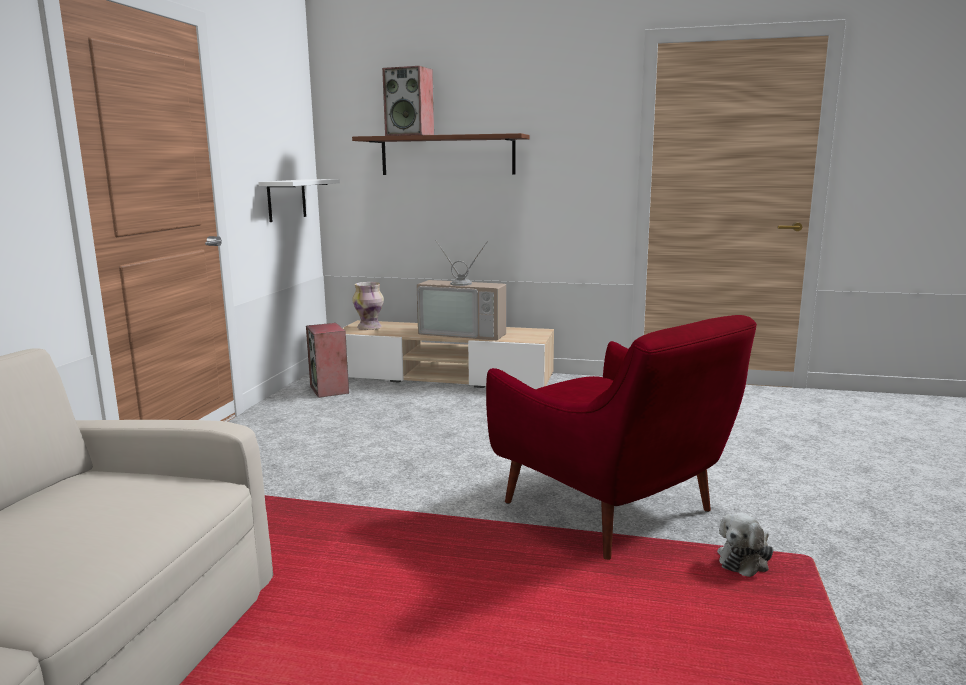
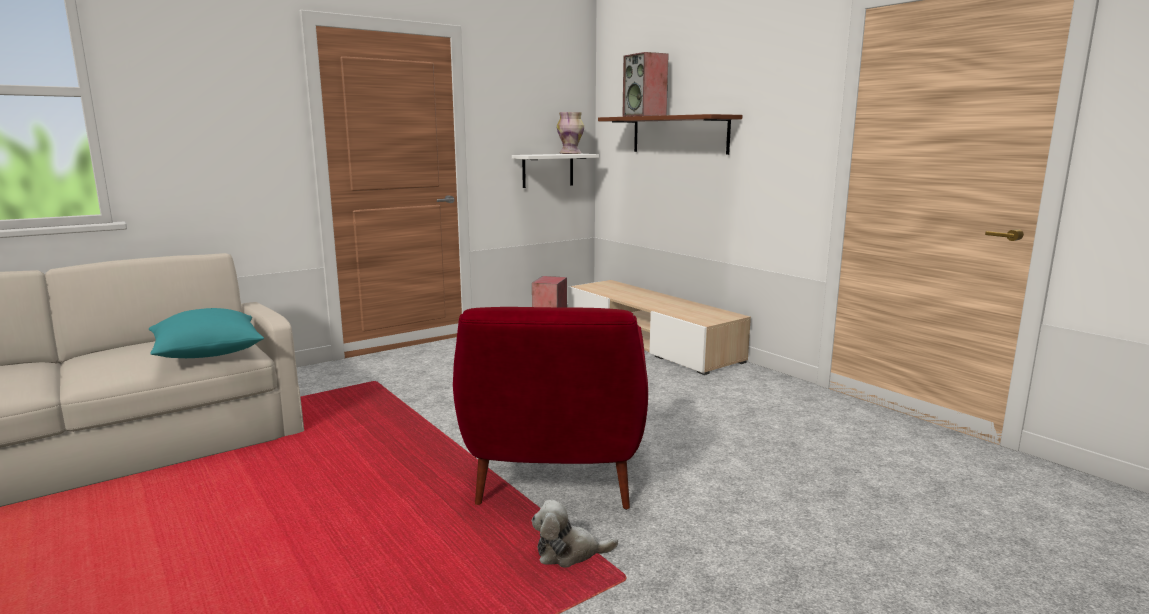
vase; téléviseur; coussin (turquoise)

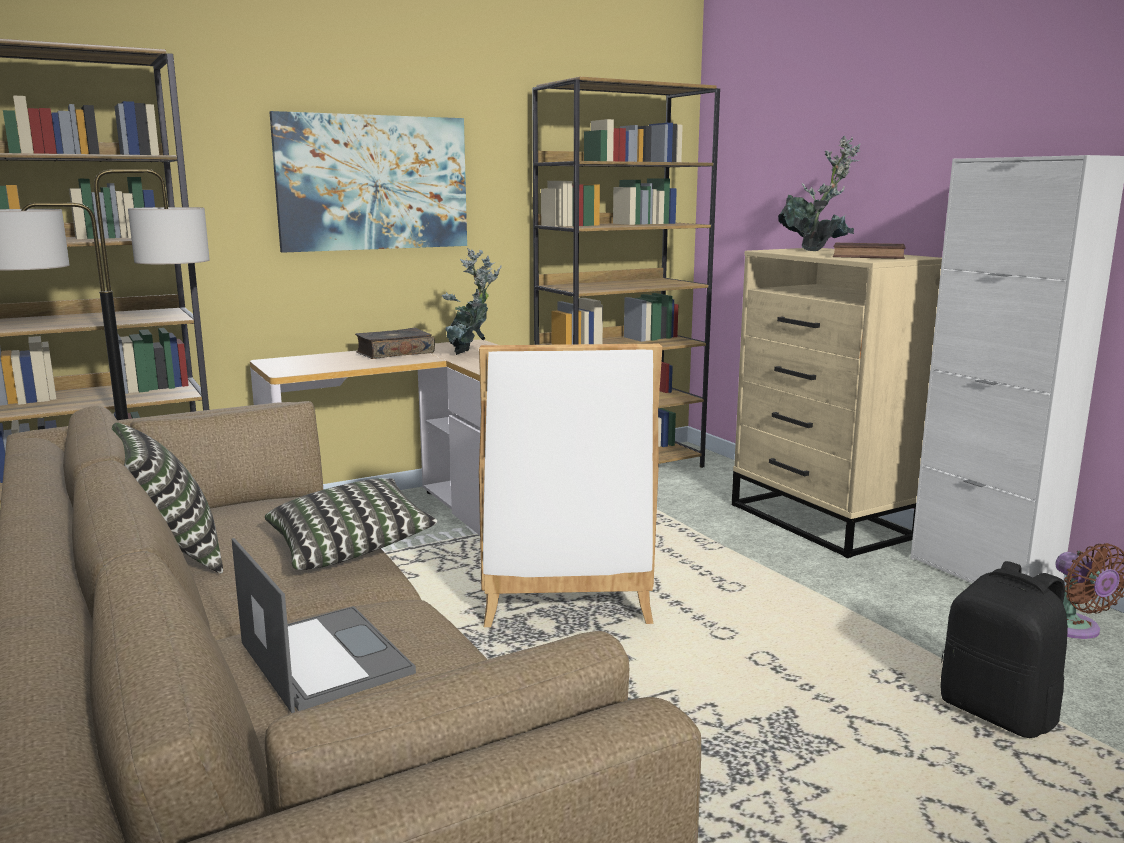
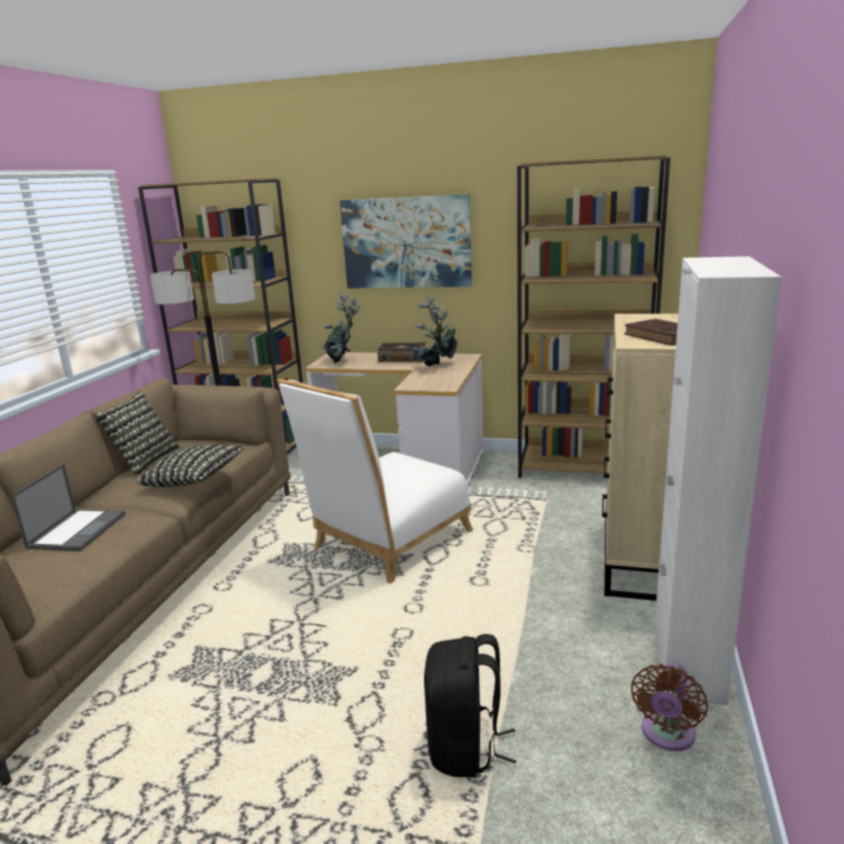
plante en pot (no. 1 from left)

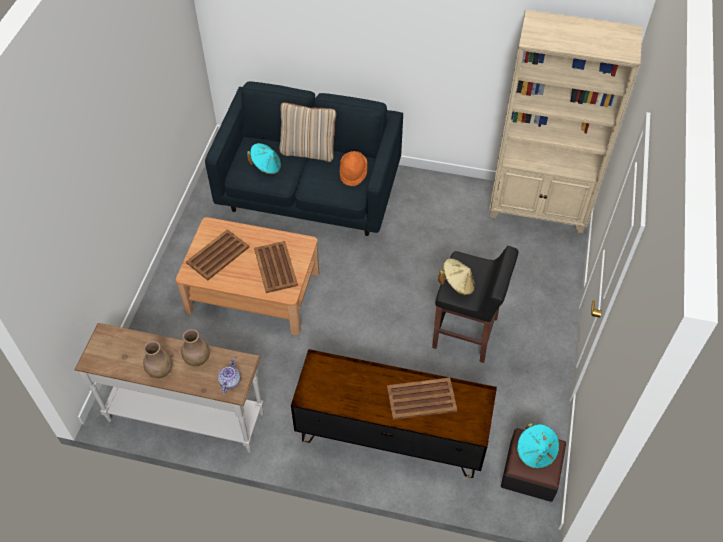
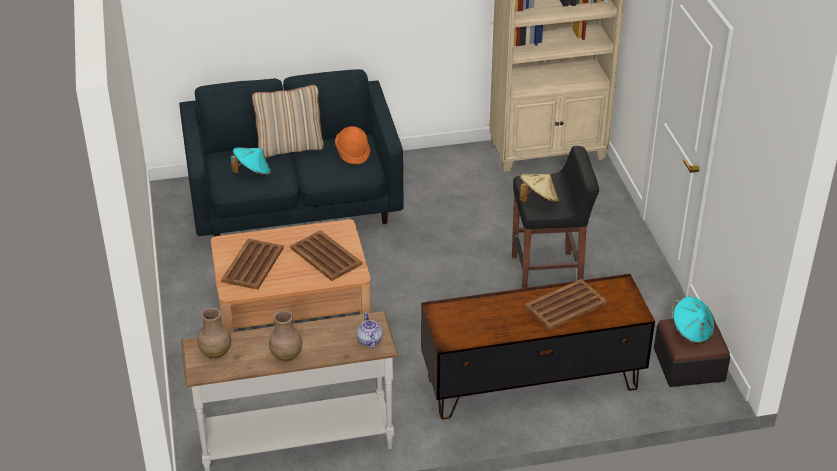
vase (marron) (no. 1 from left)

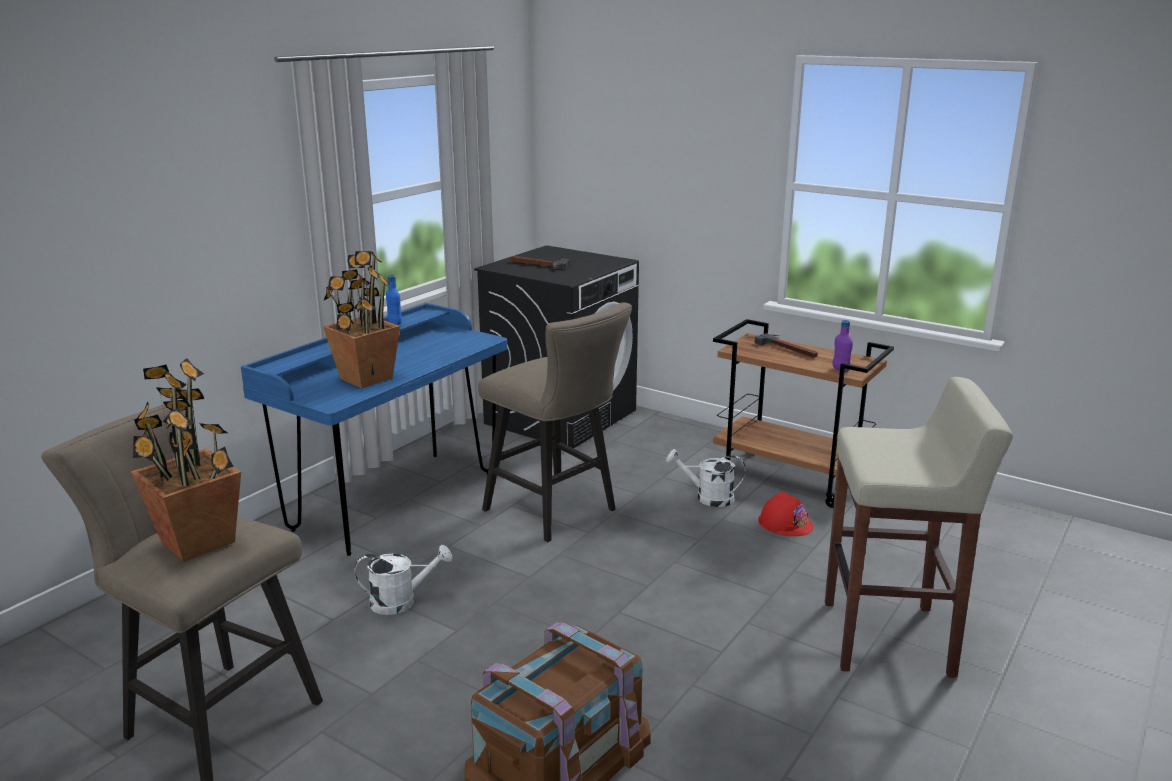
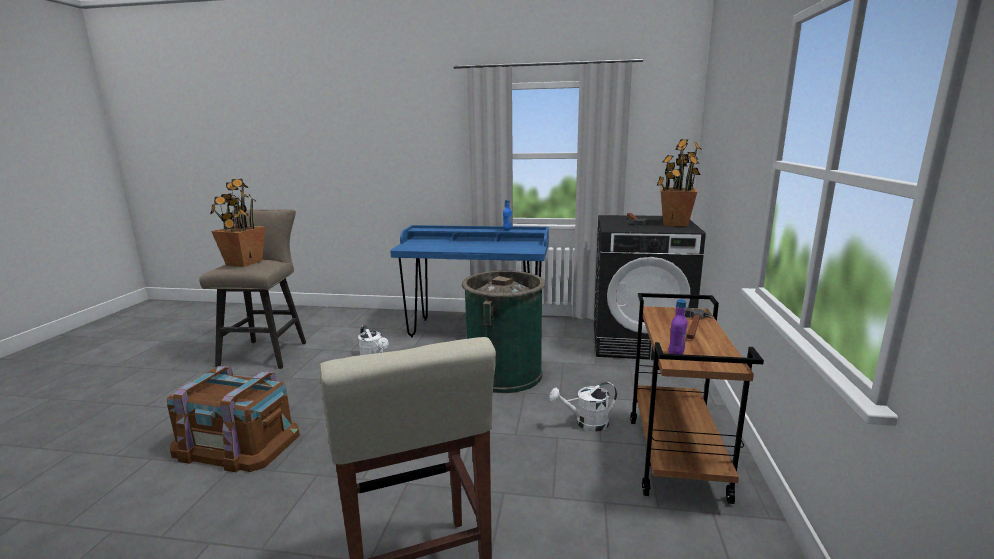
plante en pot (no. 2 from left); poubelle (vert); arrosoir (blanc) (no. 2 from left); casque de chantier (rouge)

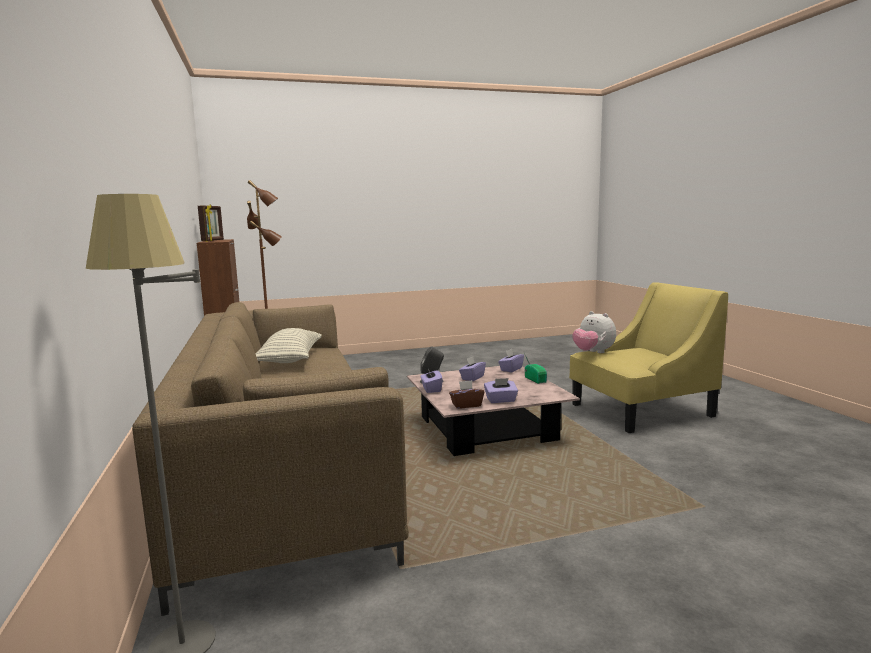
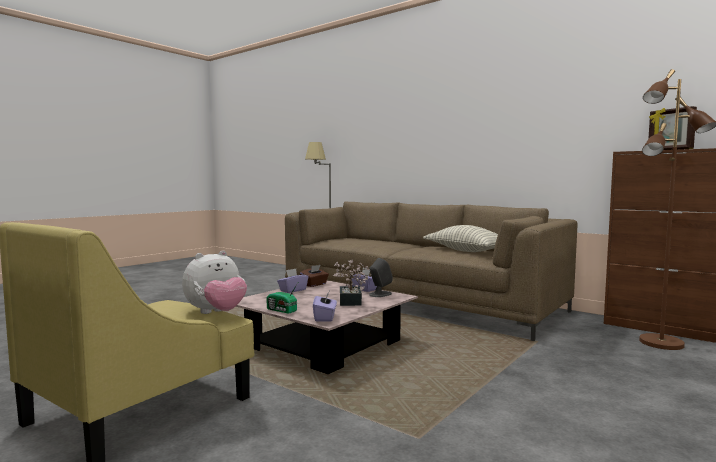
plante en pot; peluche

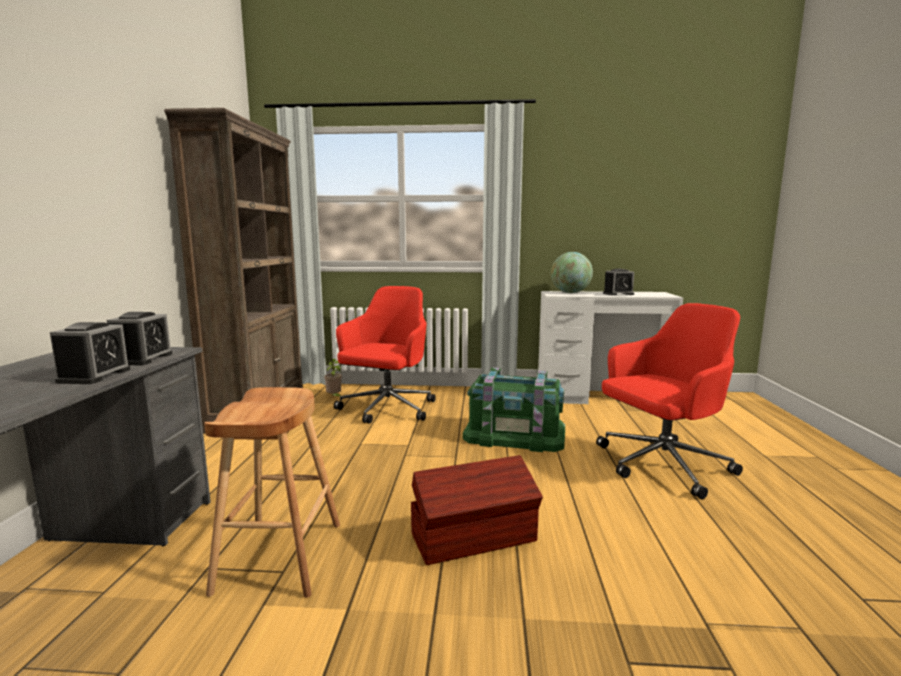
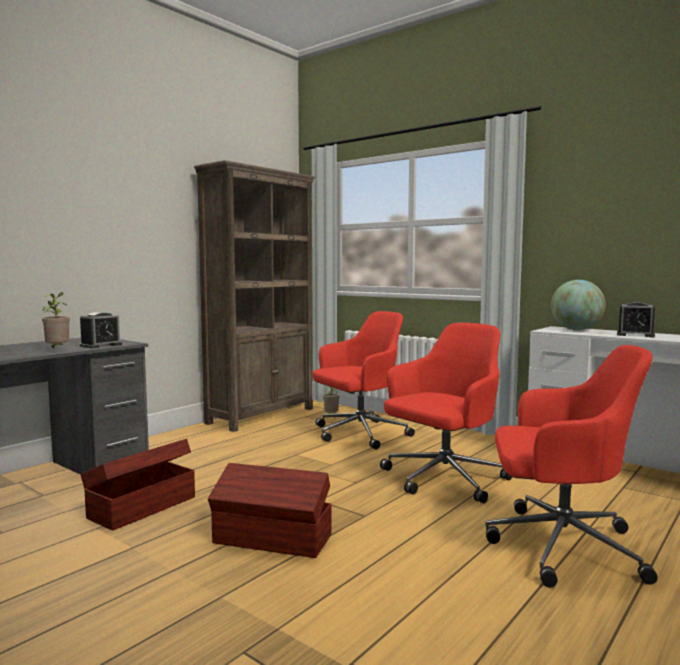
plante en pot (no. 1 from left); boîte de rangement (marron) (no. 1 from left); chaise de bureau (rouge) (no. 2 from left)

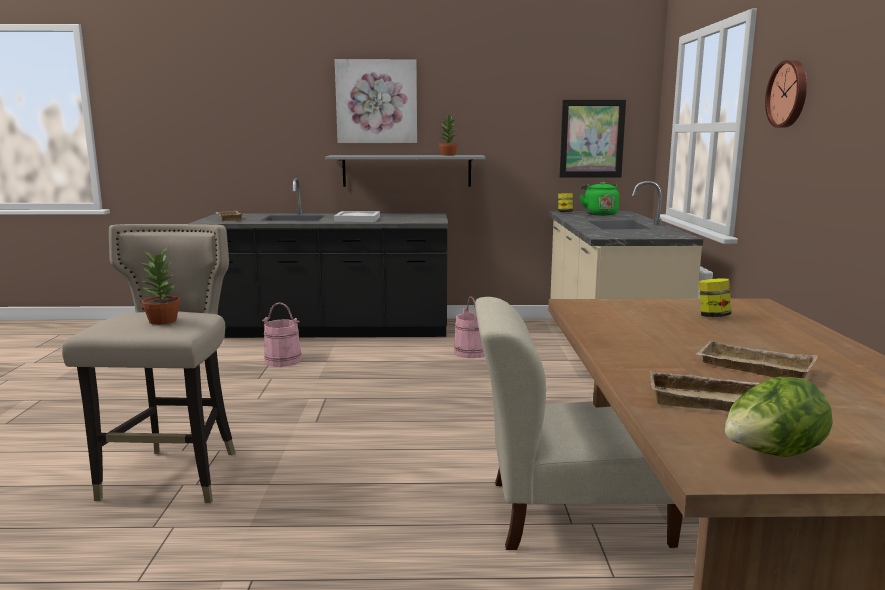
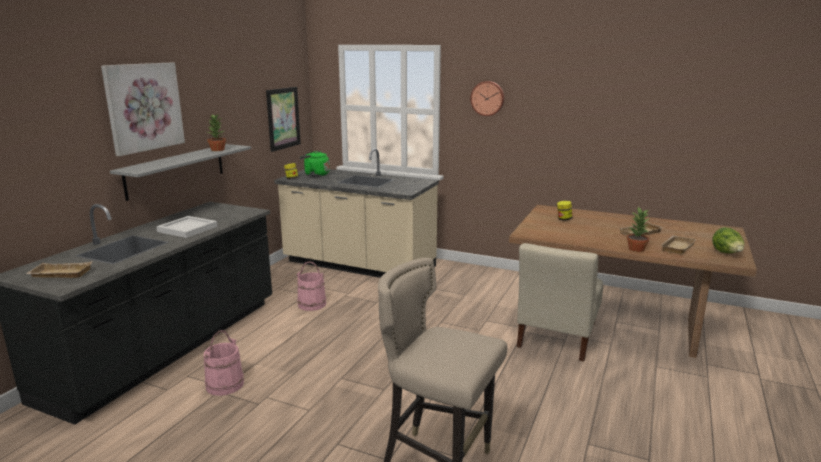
plante en pot (no. 2 from left)

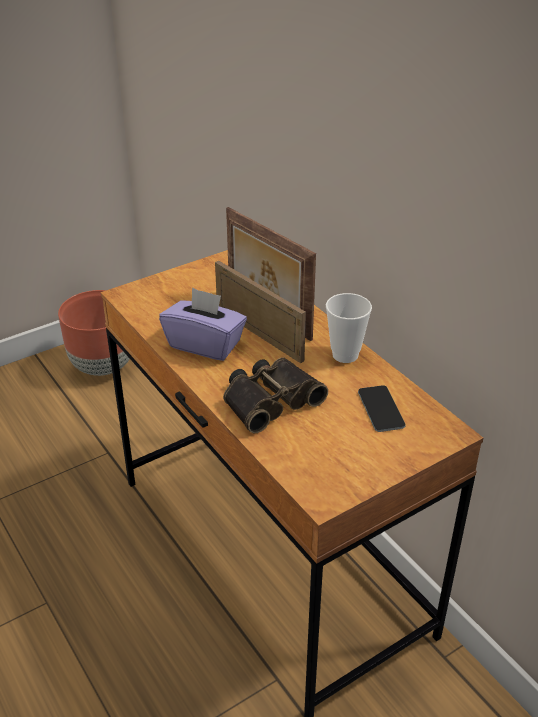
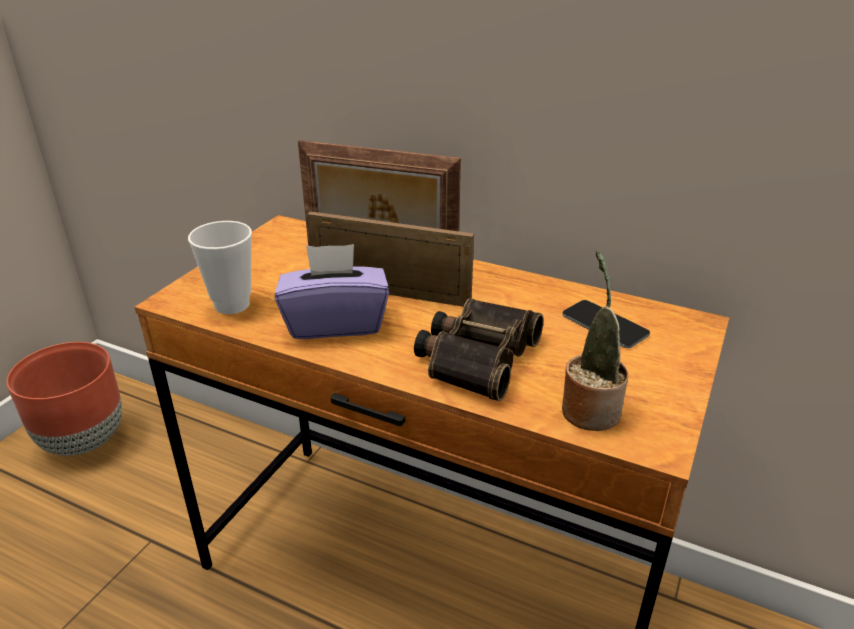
tasse; plante en pot

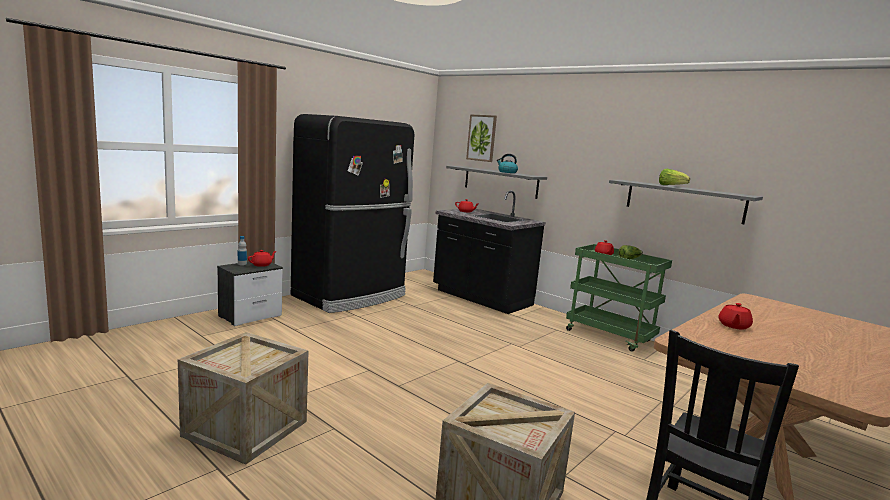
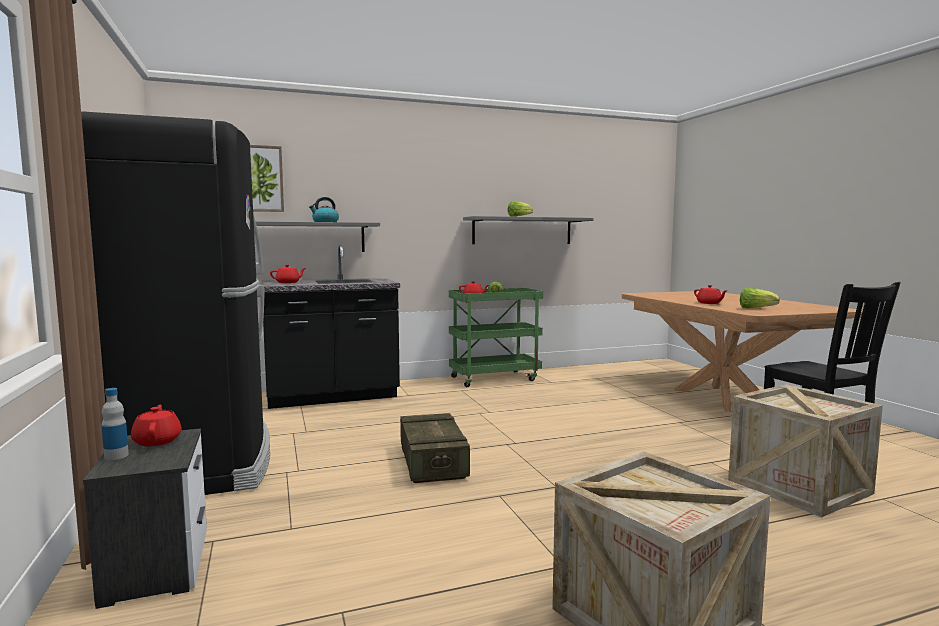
caisse (no. 1 from left); laitue (no. 3 from left)

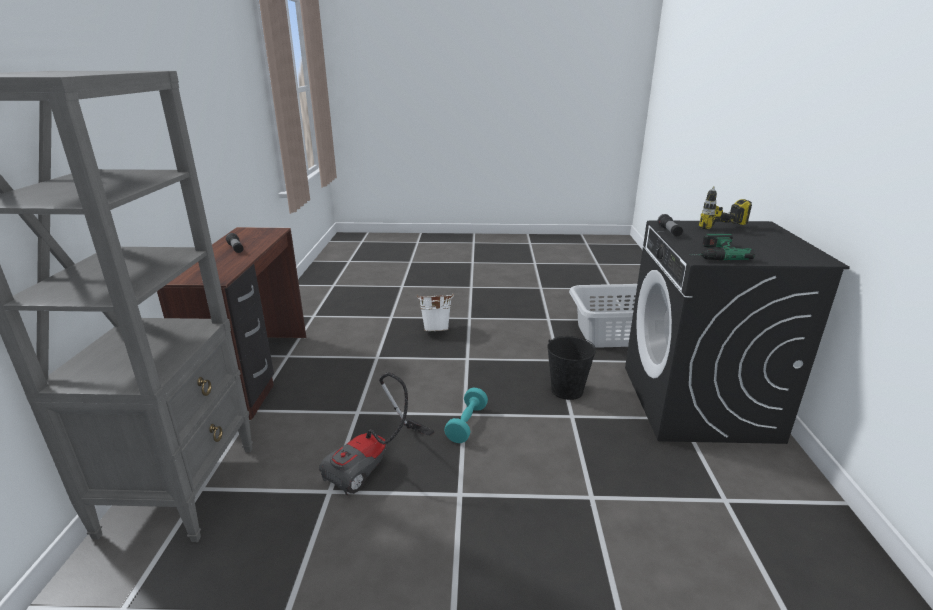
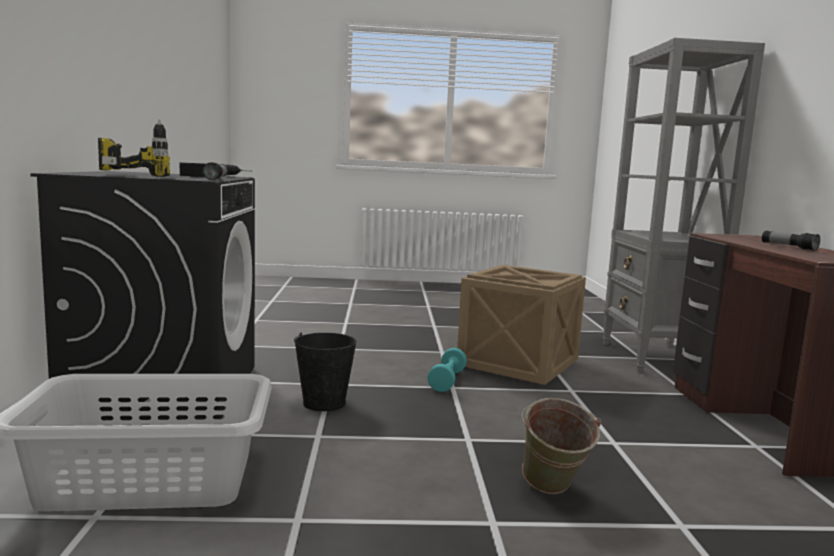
caisse; seau (vert)

